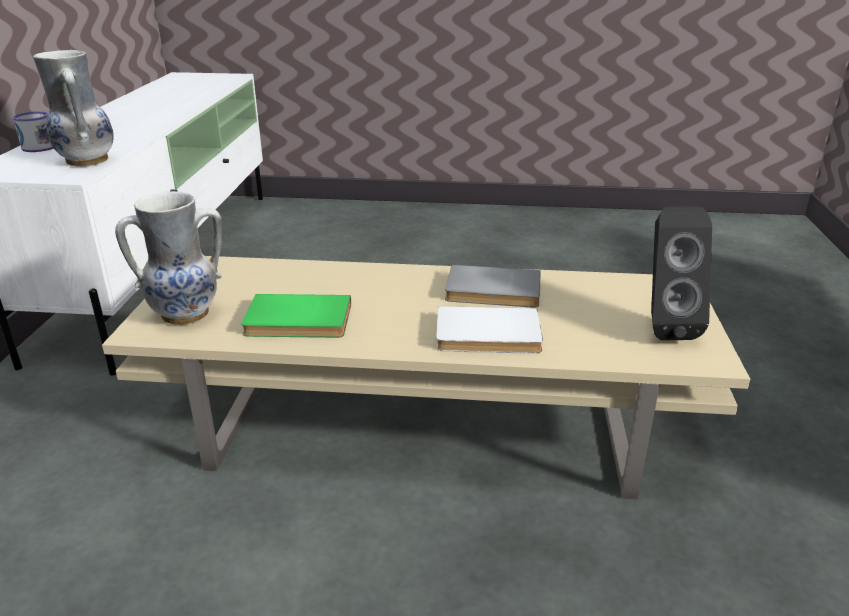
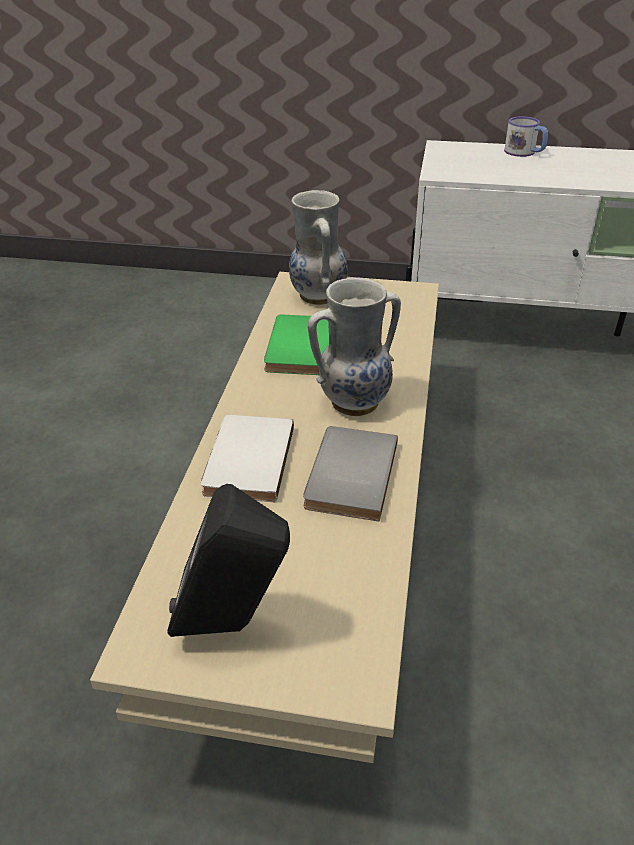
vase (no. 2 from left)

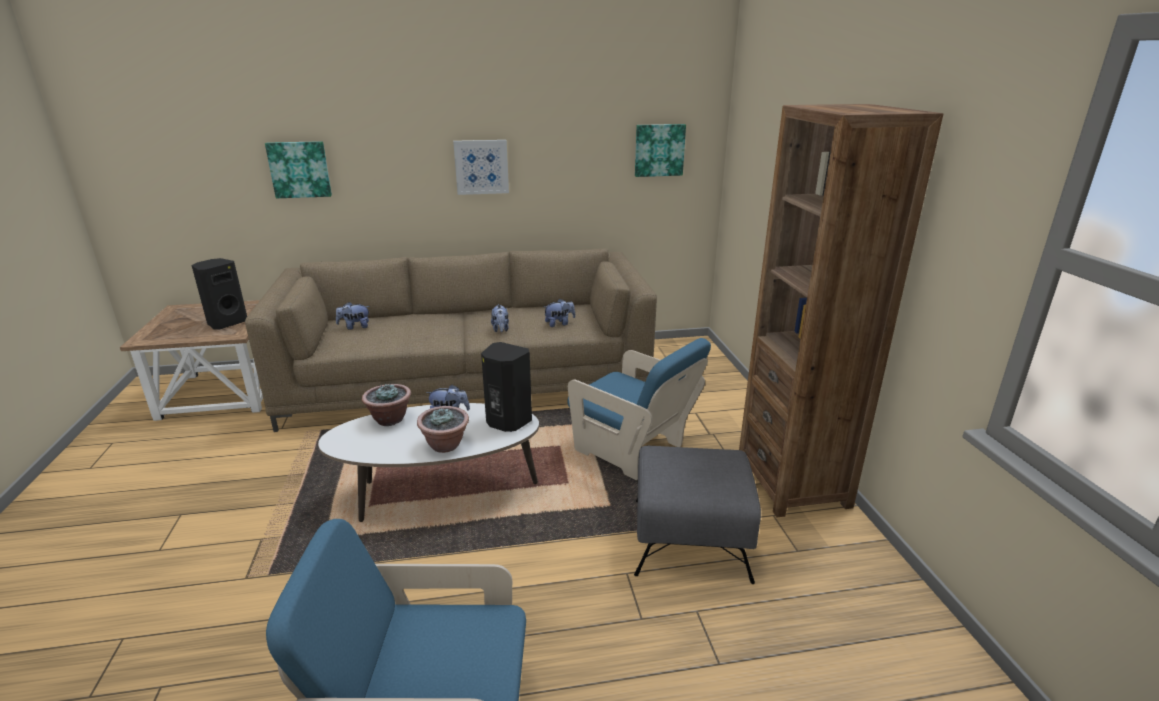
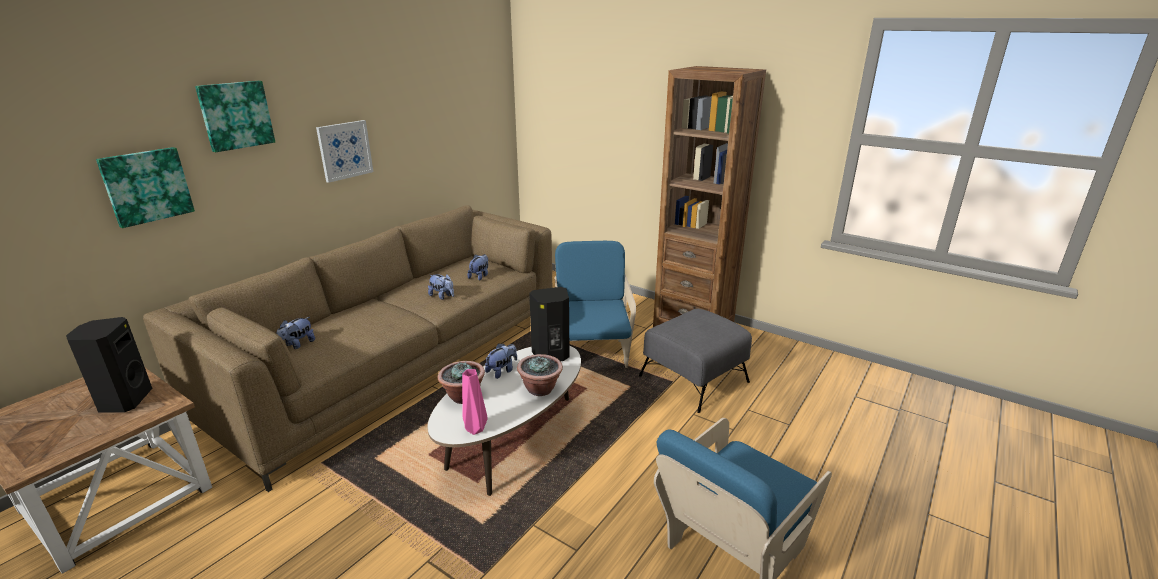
fauteuil (bleu) (no. 1 from left); tableau (no. 2 from left); vase (rose)

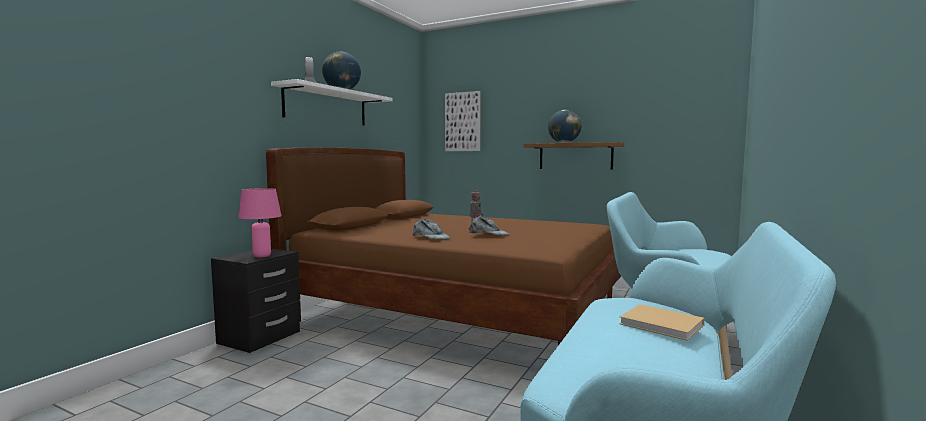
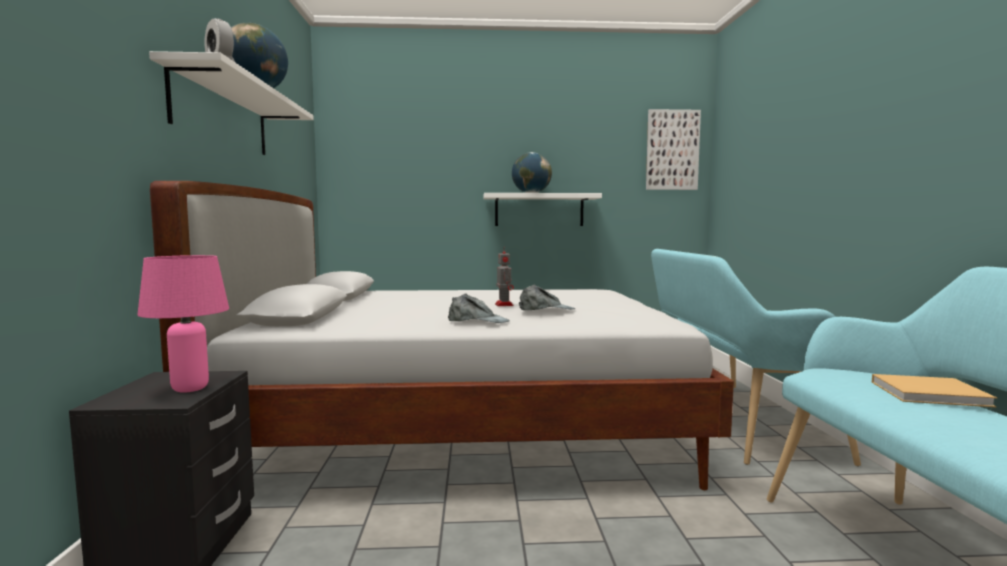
lit (blanc); tableau; étagère (blanc) (no. 2 from left)

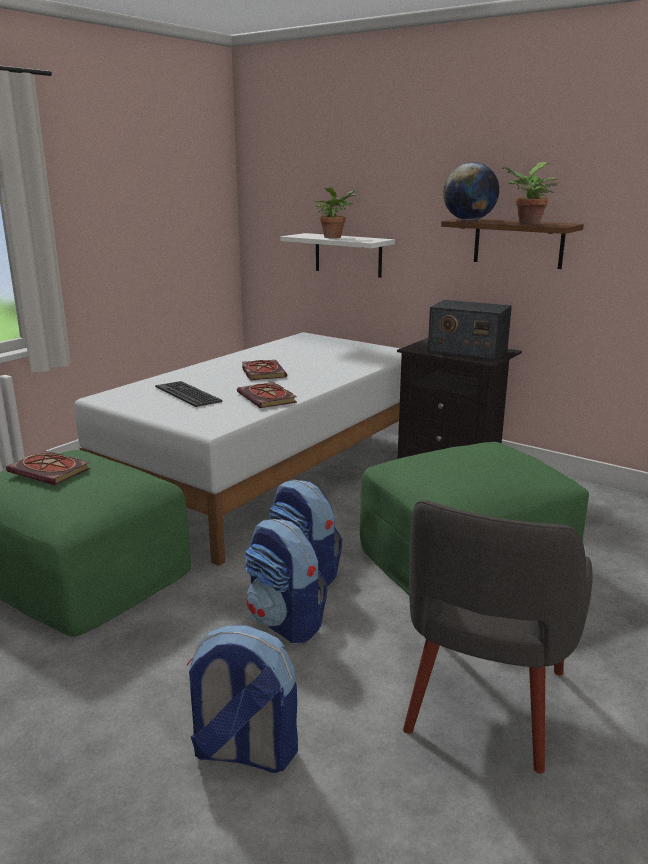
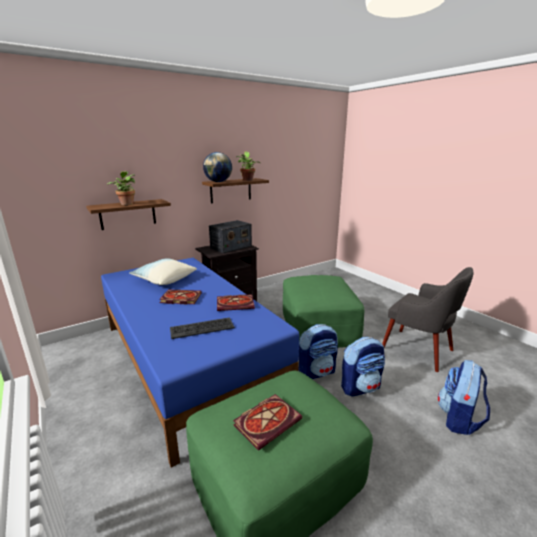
lit (bleu); étagère (marron) (no. 1 from left); coussin

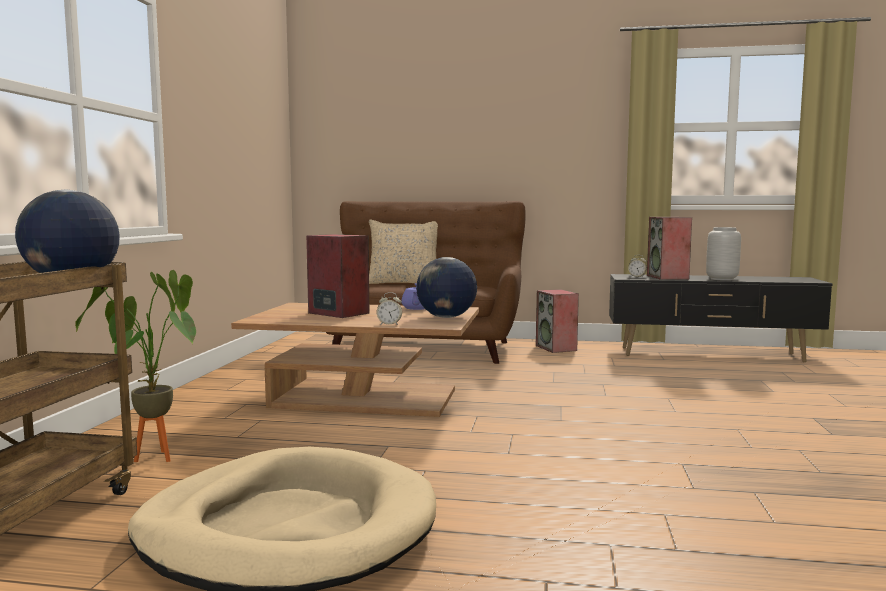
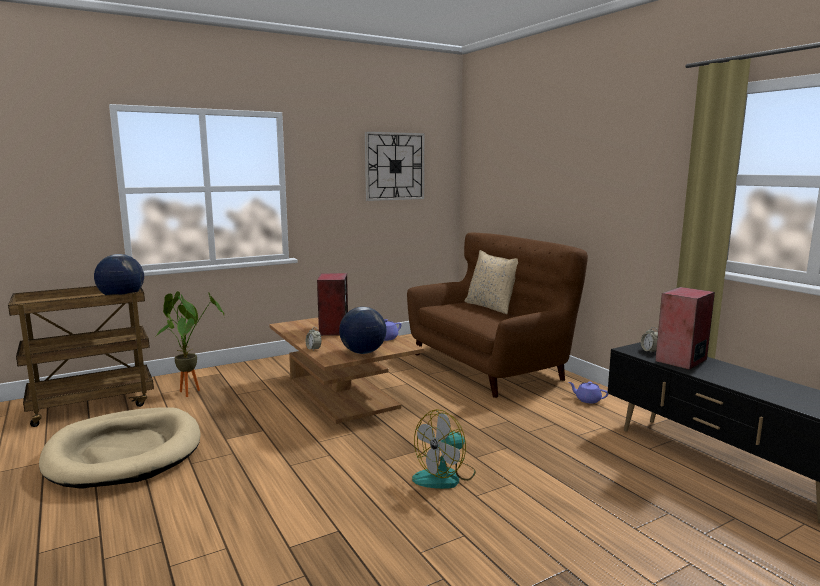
théière (violet) (no. 2 from left); vase (gris); horloge murale; ventilateur

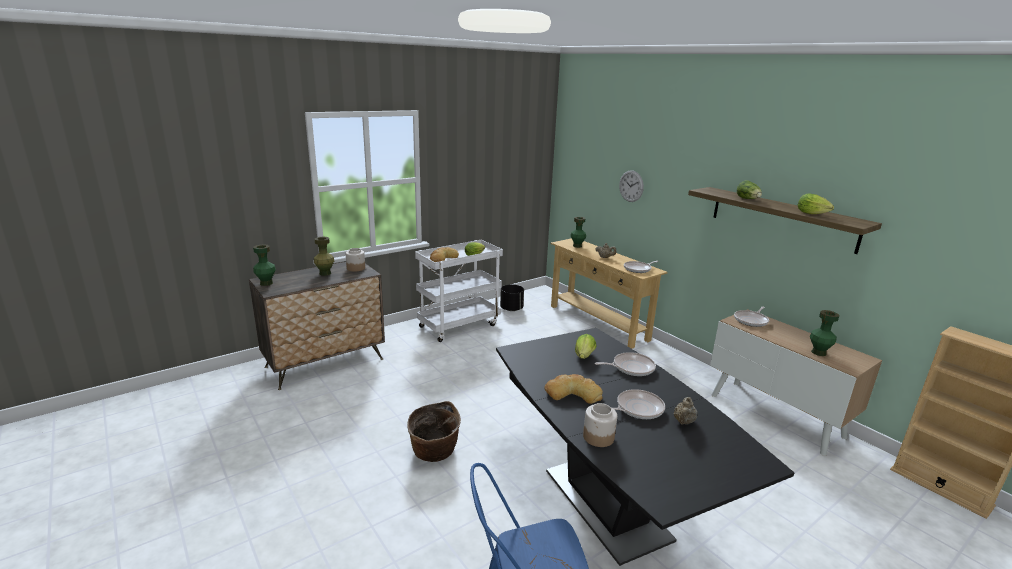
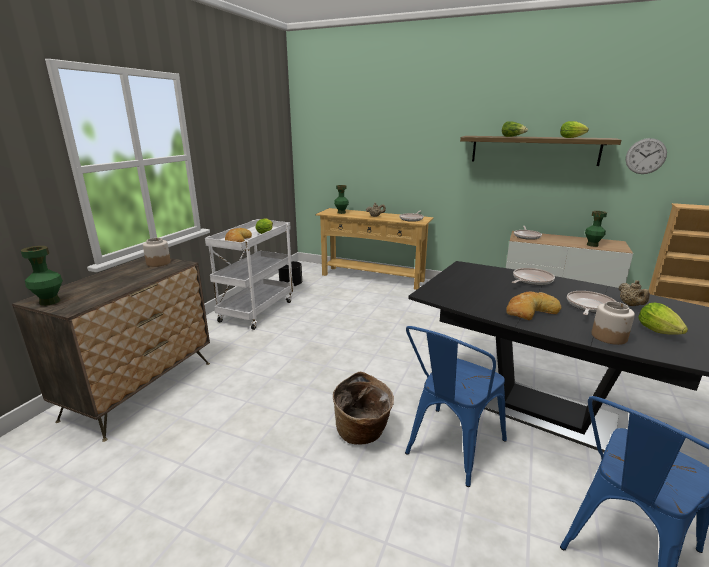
vase (vert) (no. 2 from left in the first image); laitue (no. 4 from left); horloge murale; chaise (bleu) (no. 1 from left)

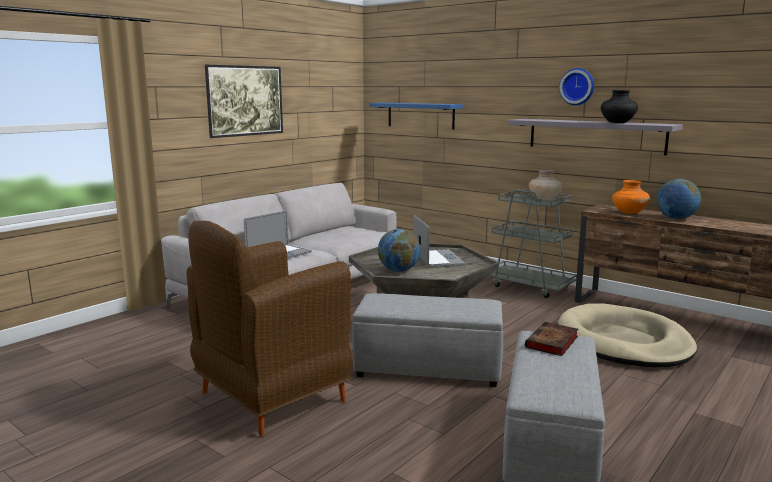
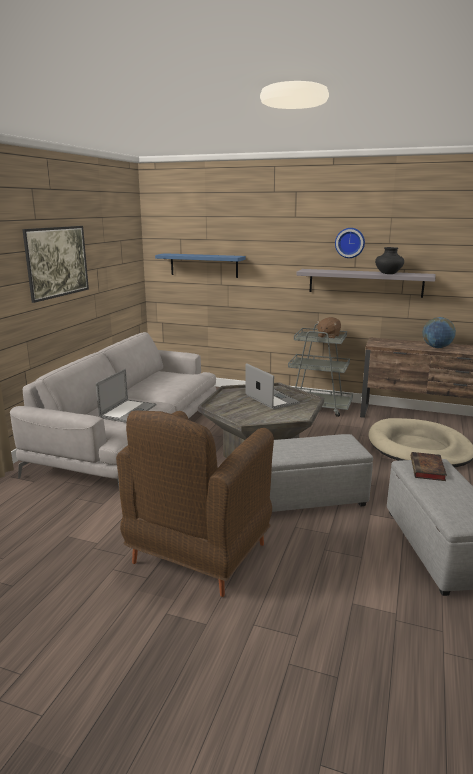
globe (no. 1 from left in the first image); peluche (marron); vase (orange)

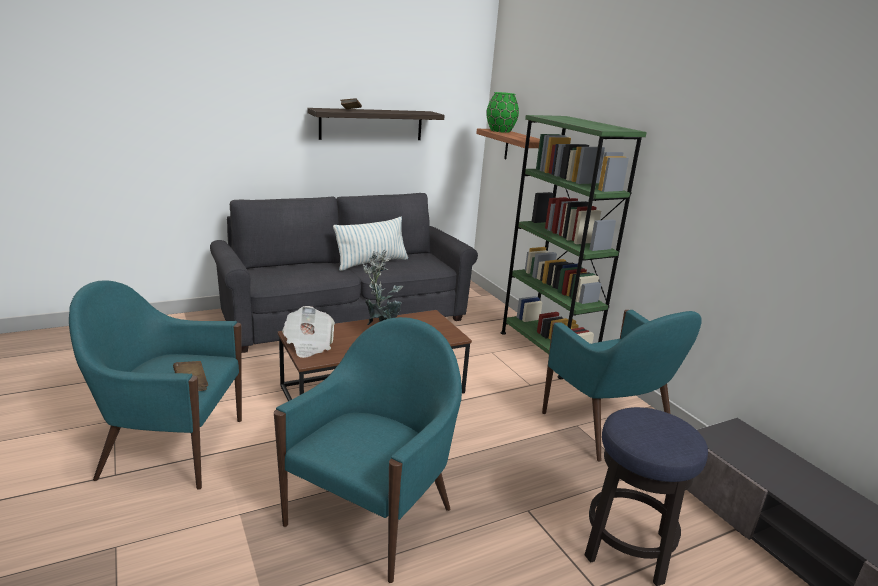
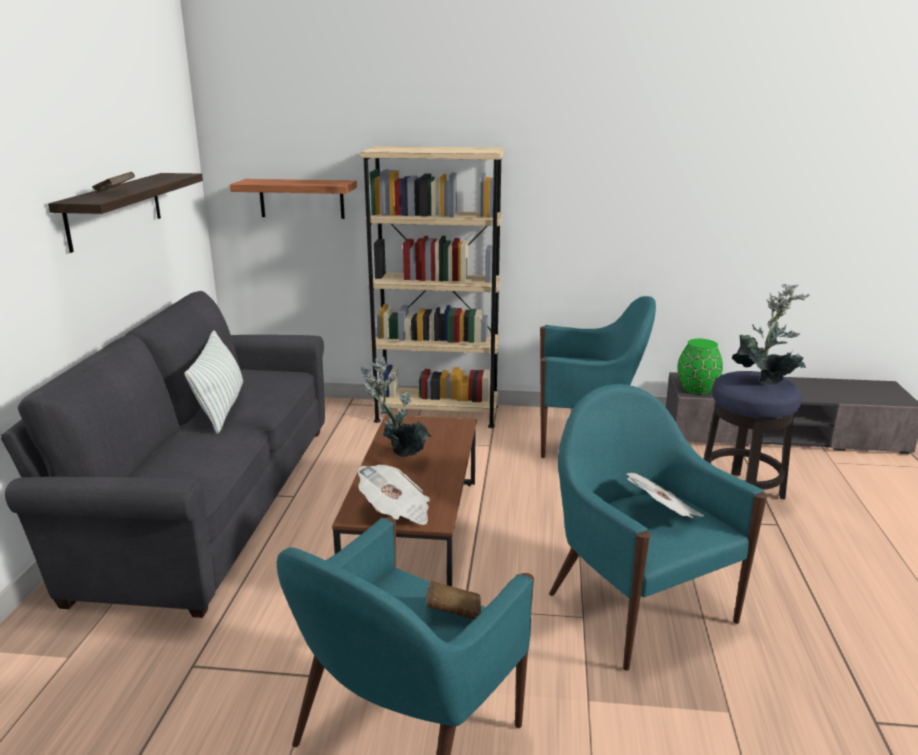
vase (vert); bibliothèque (beige); journal (no. 2 from left); plante en pot (no. 2 from left)

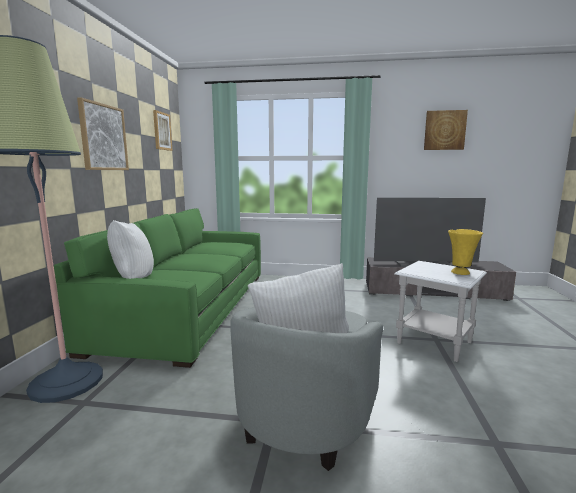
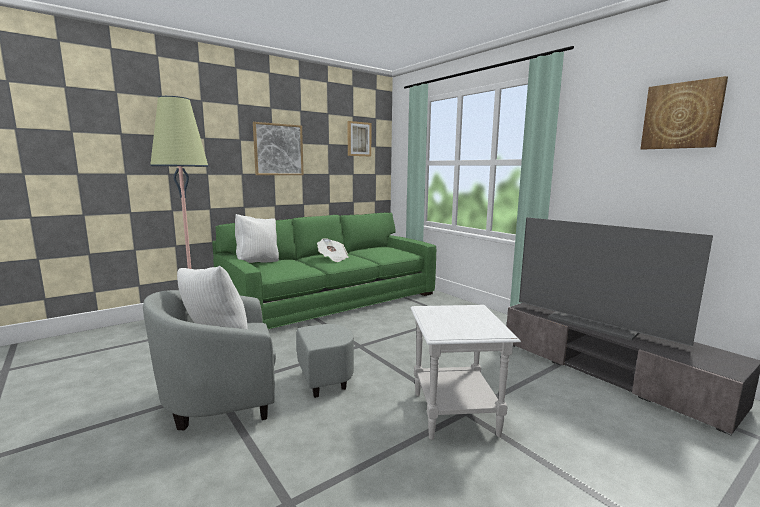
vase (jaune); journal

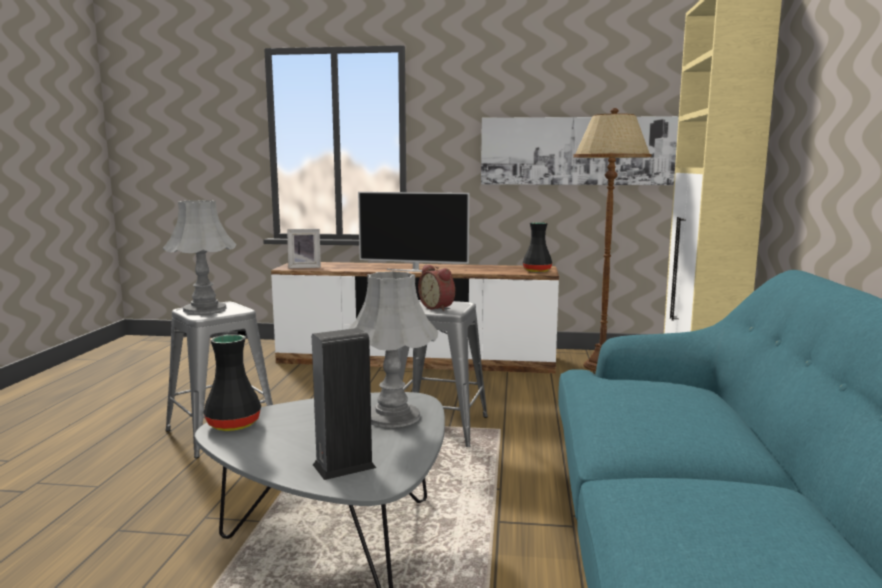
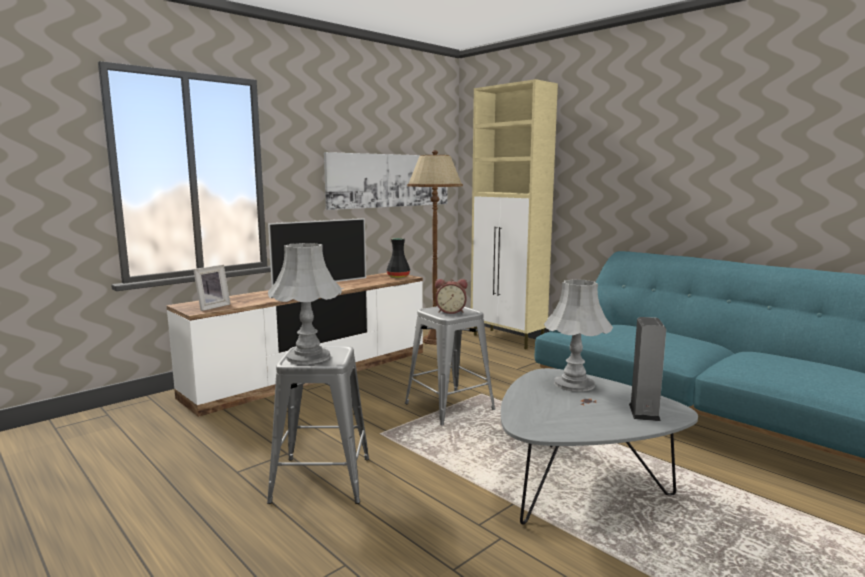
vase (noir) (no. 1 from left in the first image)

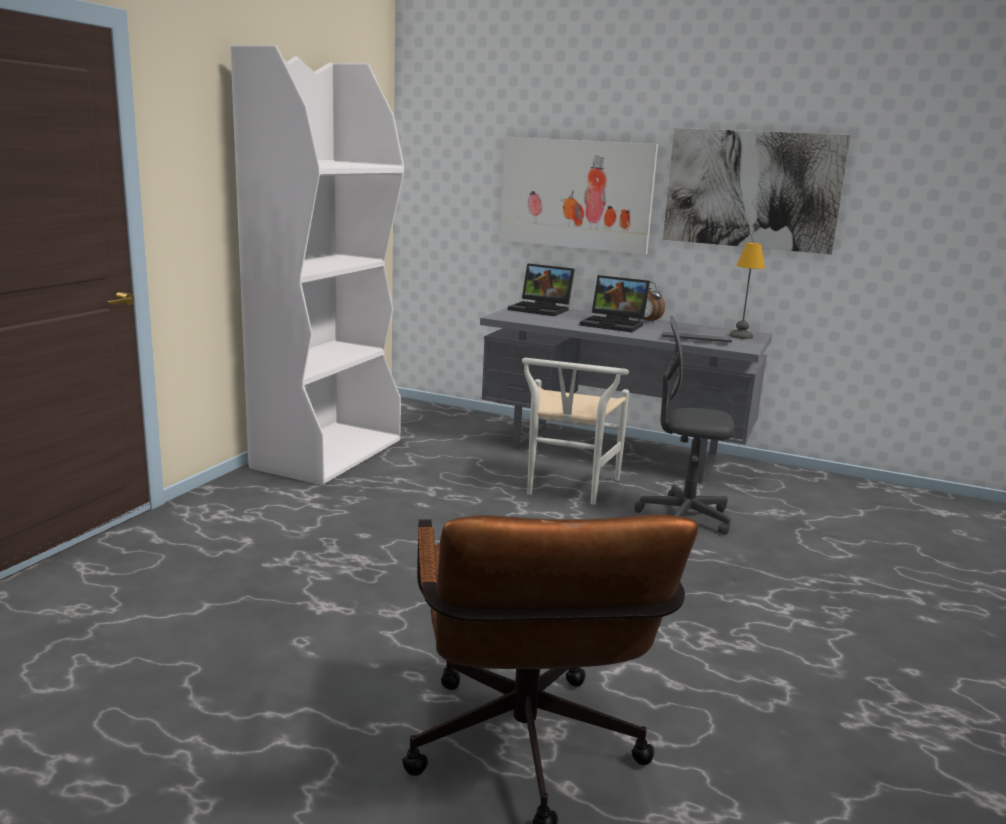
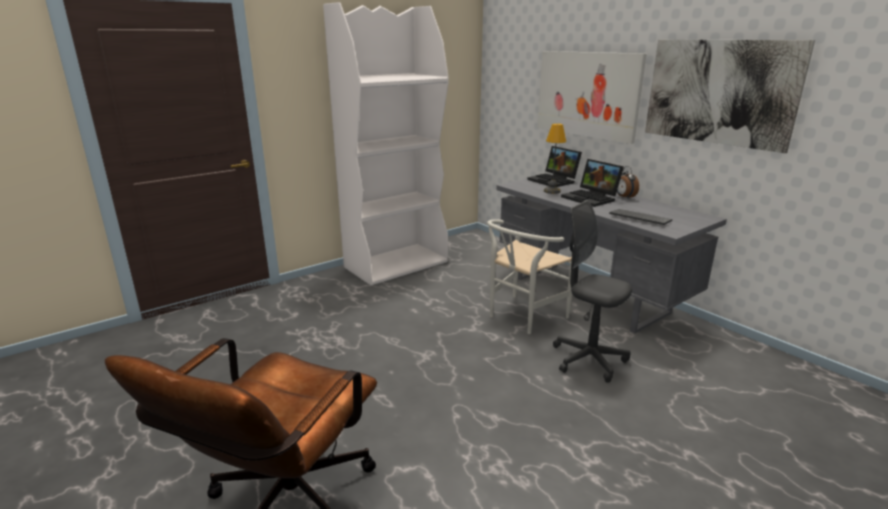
lampe de table

